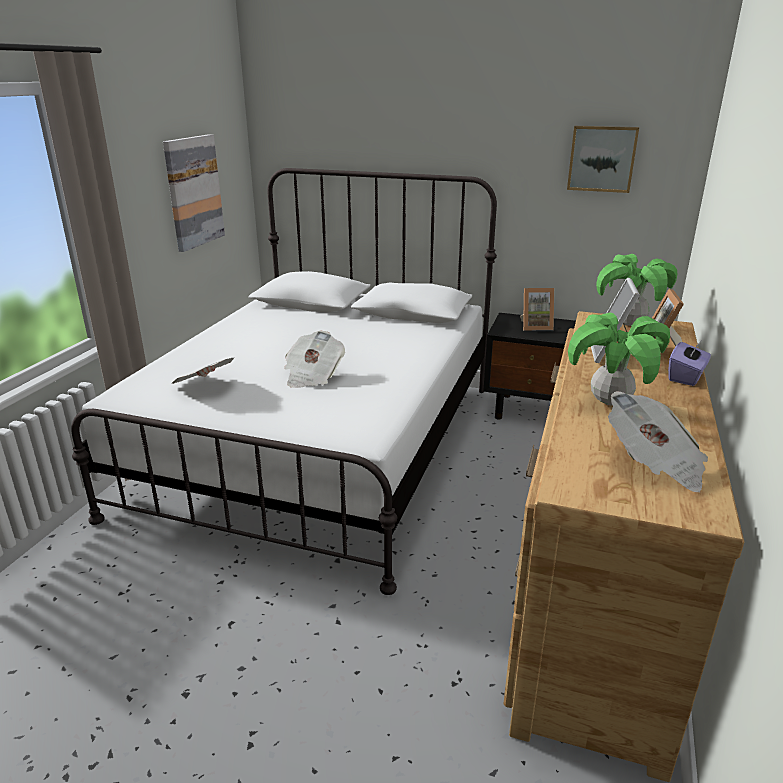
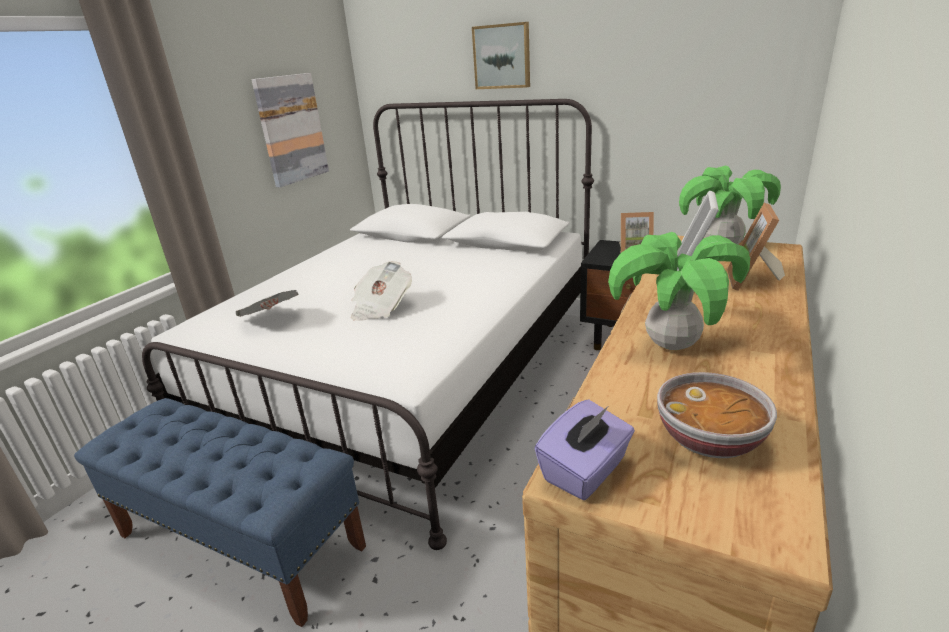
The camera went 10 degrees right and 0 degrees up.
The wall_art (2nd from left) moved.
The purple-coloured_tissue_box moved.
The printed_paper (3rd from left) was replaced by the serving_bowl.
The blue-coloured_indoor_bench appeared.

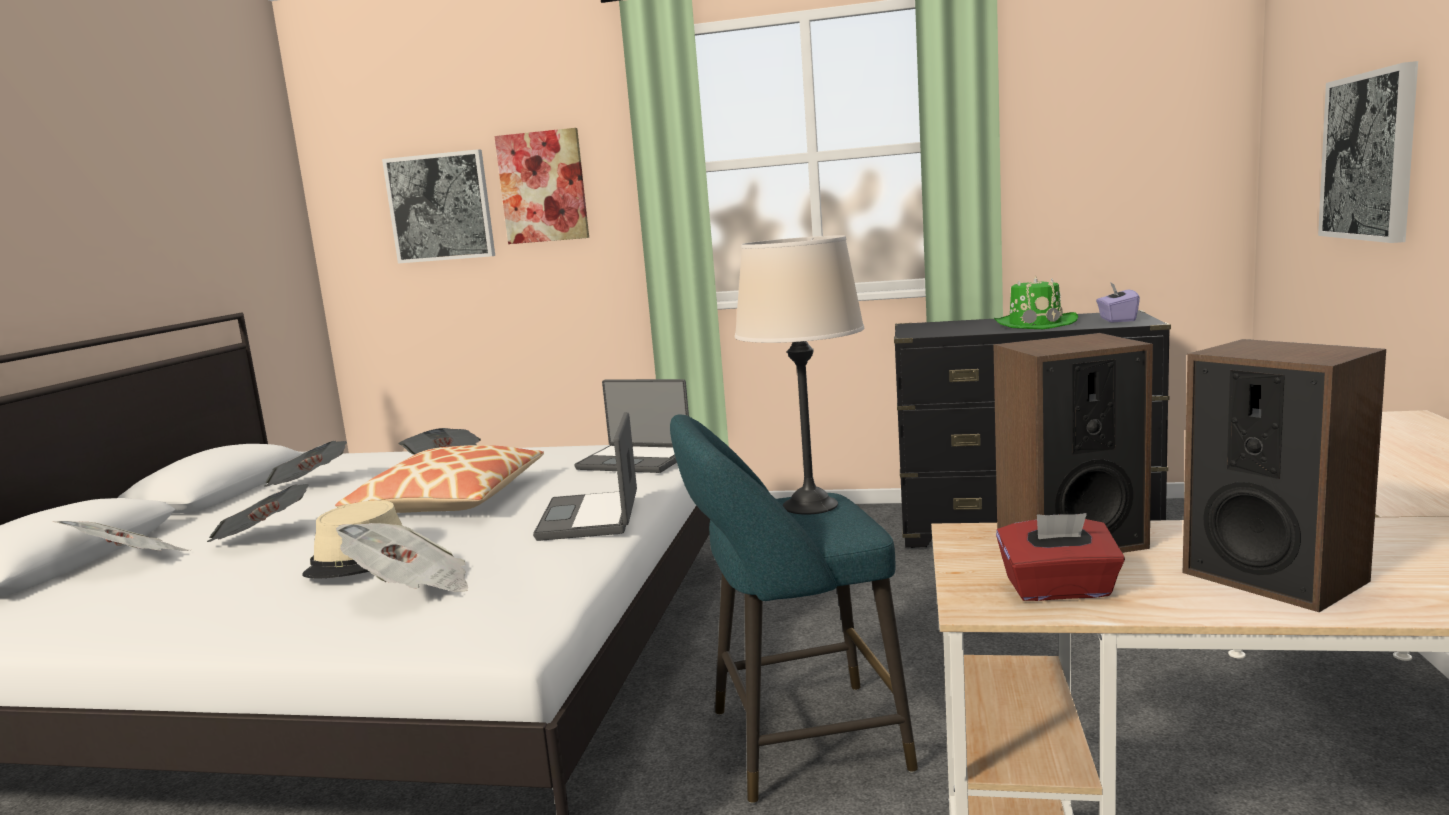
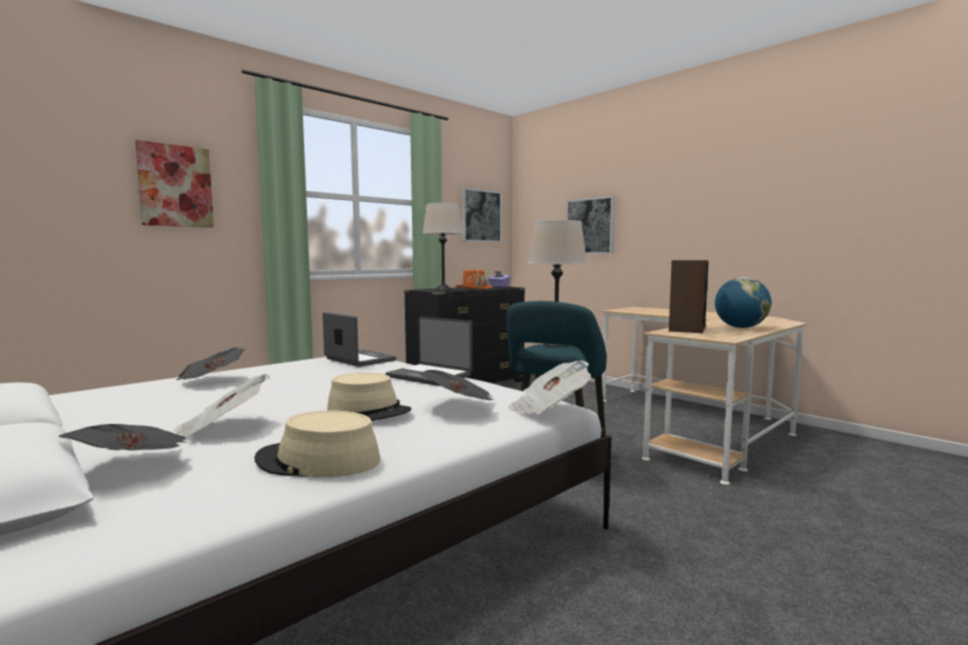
The camera went 55 degrees left and 5 degrees down.
The wall_art (1st from left in the first image) moved.
The green-coloured_wearable_hat became the orange-coloured_wearable_hat.
The speaker (2nd from left) was replaced by the globe.
The notebook_computer (2nd from left in the first image) turned 105 degrees counterclockwise.
The printed_paper (3rd from left in the first image) moved.
The pillow disappeared.
The red_tissue_box disappeared.
The sand-coloured_tabletop_lamp (1st from left) appeared.
The sand-coloured_wearable_hat (1st from left) appeared.

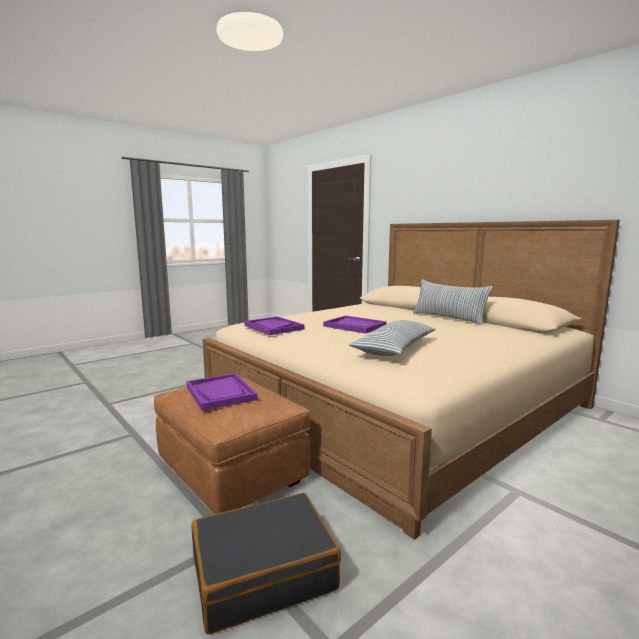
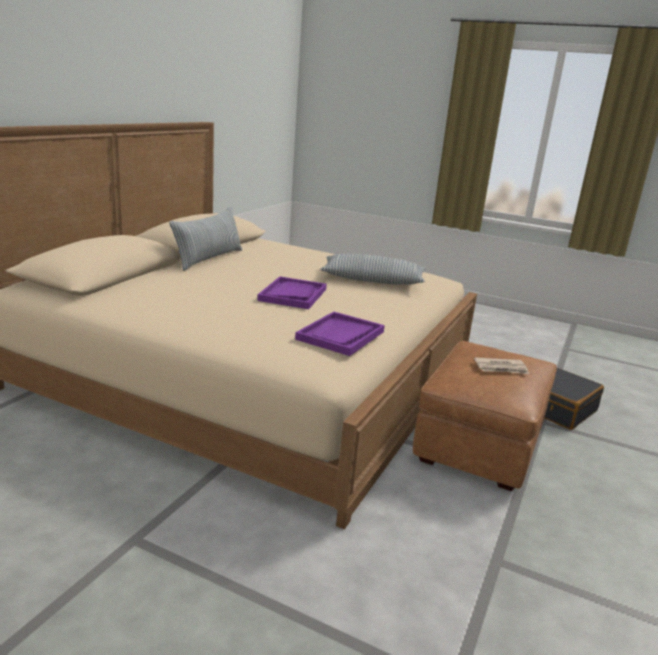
The camera went 115 degrees left and 10 degrees up.
The purple-coloured_carrying_tray (1st from left) was replaced by the printed_paper.

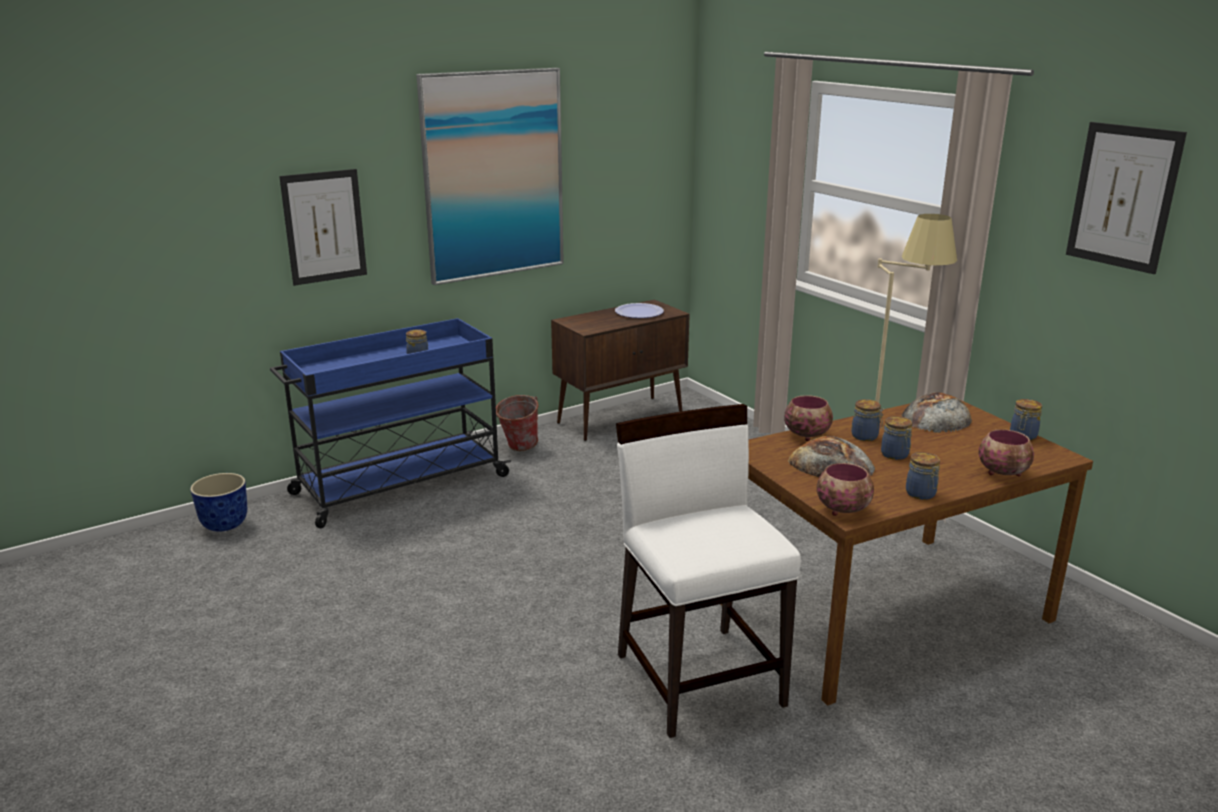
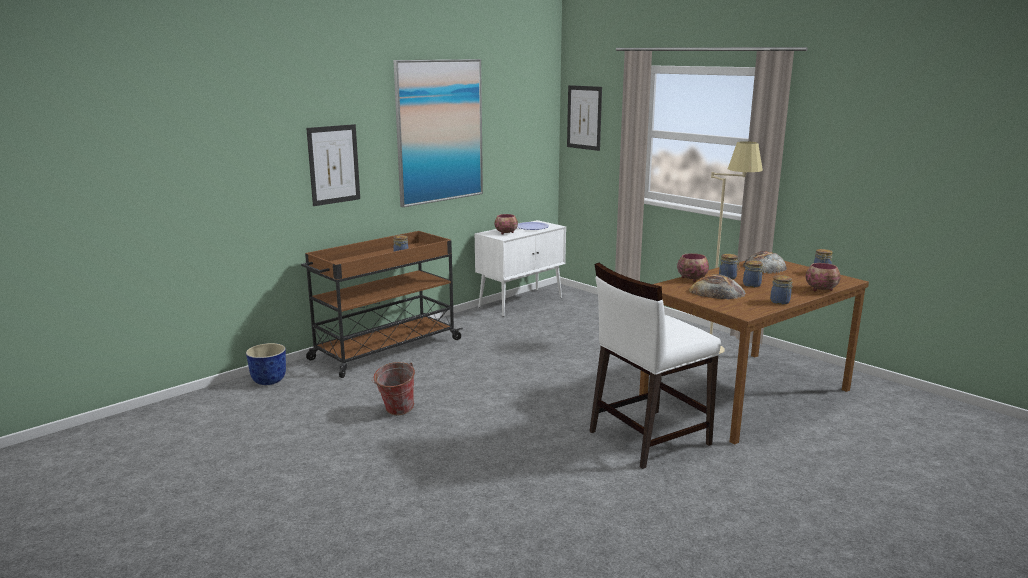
The camera went 10 degrees left and 5 degrees down.
The wall_art (3rd from left) moved.
The brownish_cabinet became the white-coloured_cabinet.
The blue-coloured_wheeled_cart became the brownish_wheeled_cart.
The water_bucket moved.
The white-coloured_upright_chair turned 90 degrees counterclockwise.
The serving_bowl (2nd from left in the first image) moved.

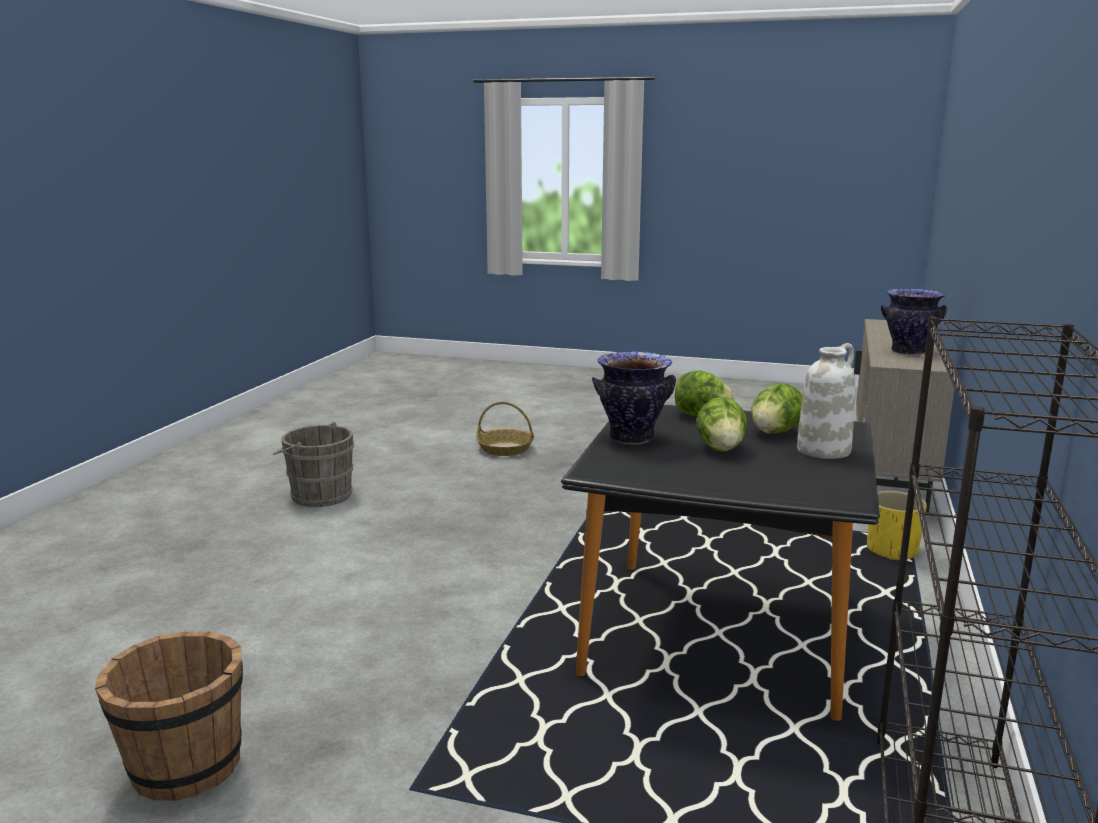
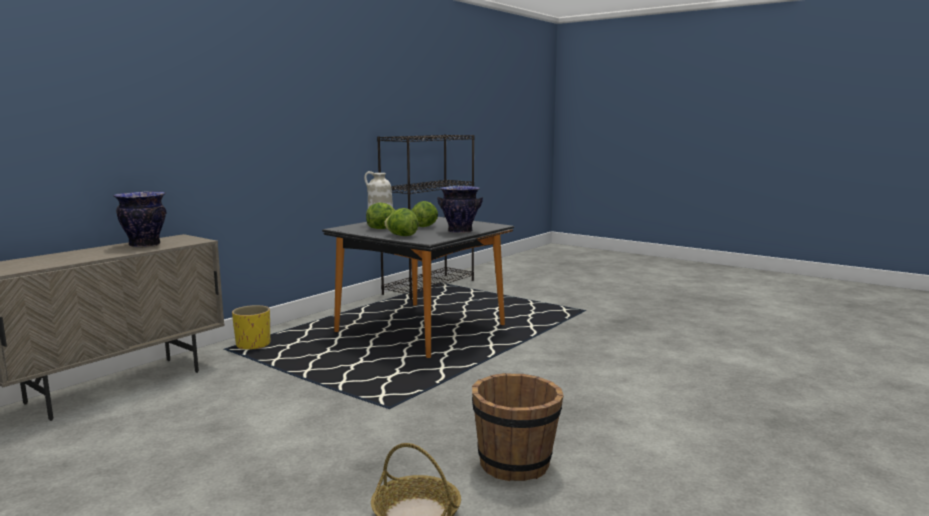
The camera went 160 degrees left and 5 degrees down.
The grey_water_bucket disappeared.
The brownish_water_bucket moved.

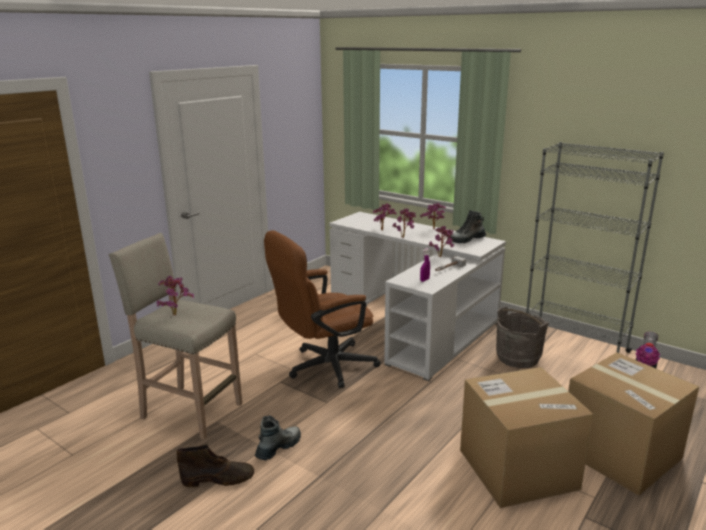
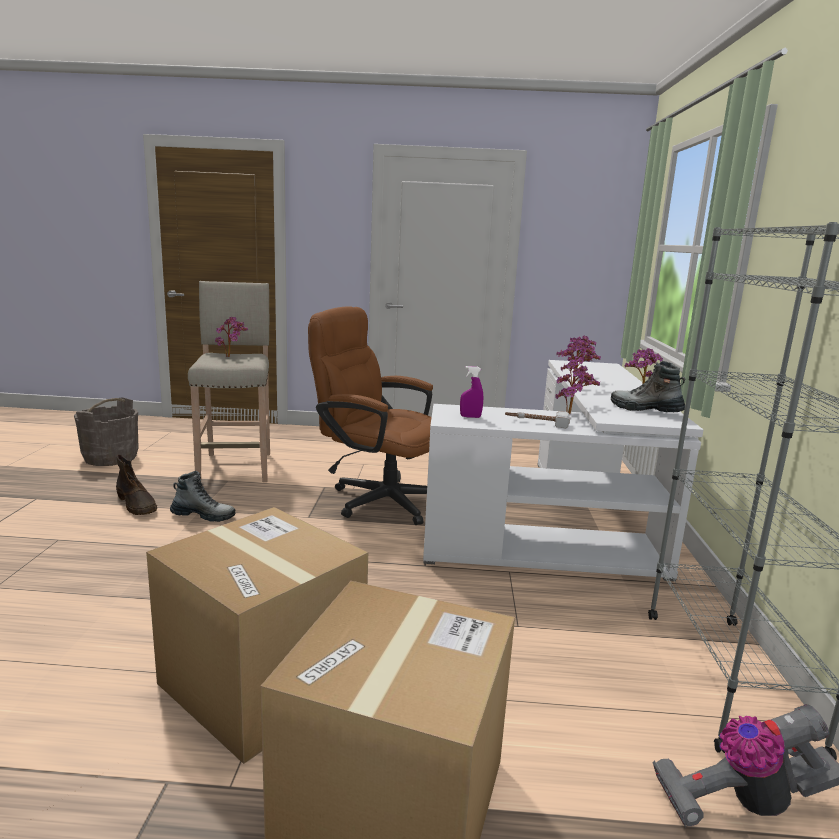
The camera went 55 degrees right and 5 degrees down.
The grey_water_bucket moved.

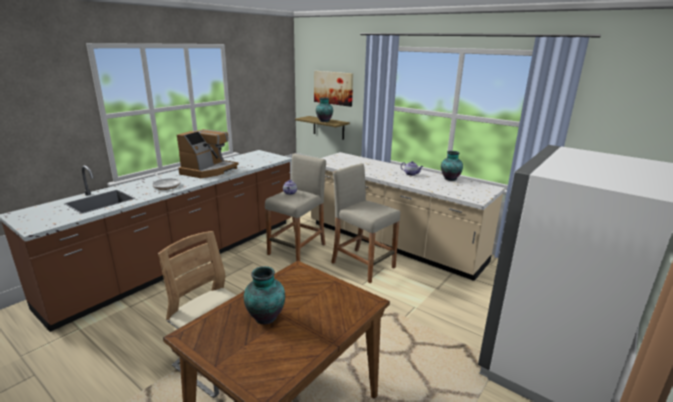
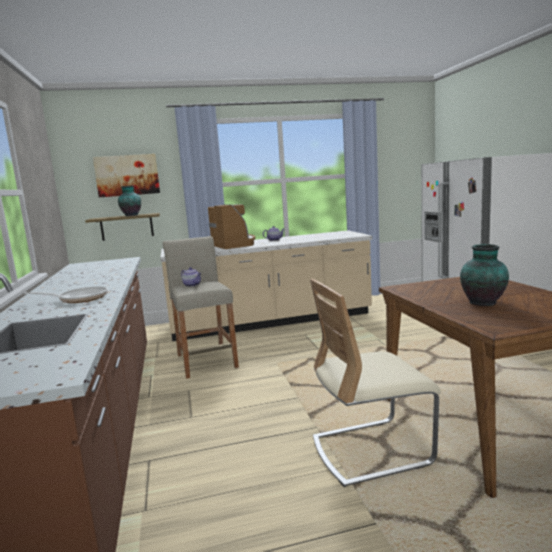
The camera went 50 degrees left and 10 degrees down.
The coffee_machine moved.
The decorative_vase (3rd from left) disappeared.
The sand-coloured_stool_seat (2nd from left) disappeared.

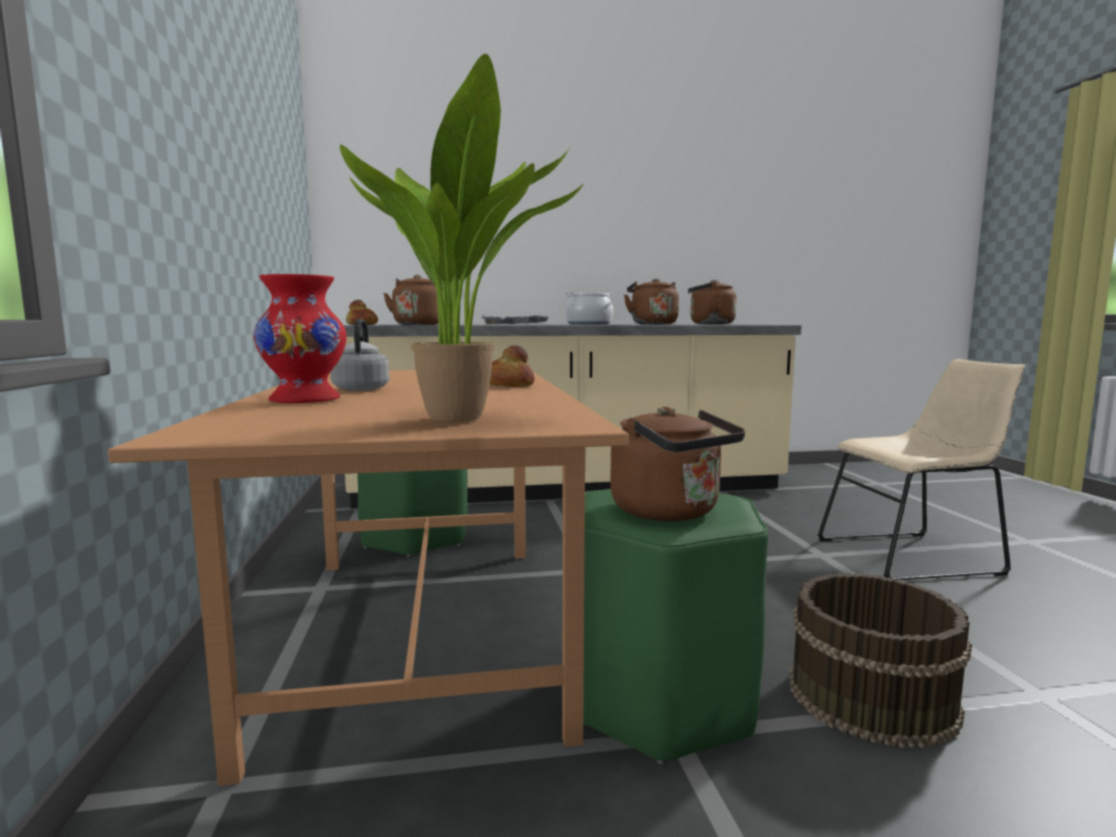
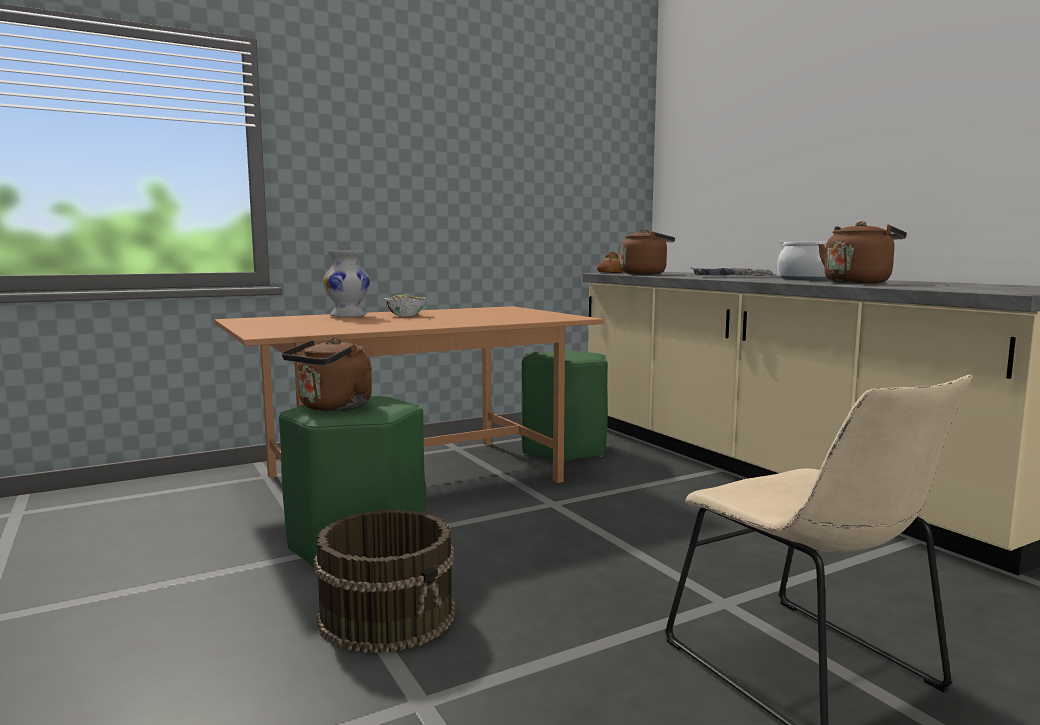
The camera went 70 degrees right and 0 degrees up.
The houseplant disappeared.
The red_decorative_vase became the white-coloured_decorative_vase.
The brownish_water_kettle (4th from left) disappeared.
The grey_water_kettle was replaced by the serving_bowl.
The bakery_bread (2nd from left) disappeared.

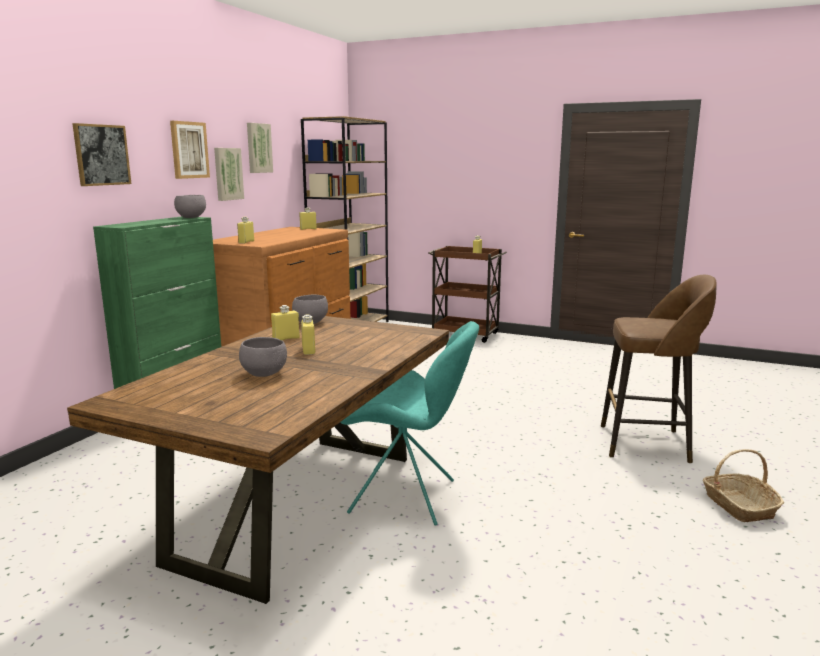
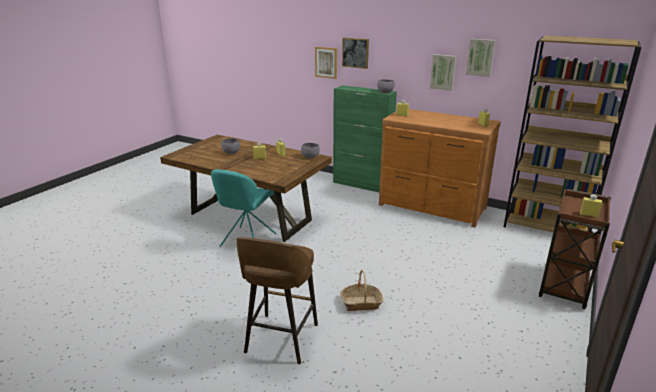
The camera went 95 degrees right and 10 degrees up.
The wall_art (2nd from left in the first image) moved.
The household_basket moved.

